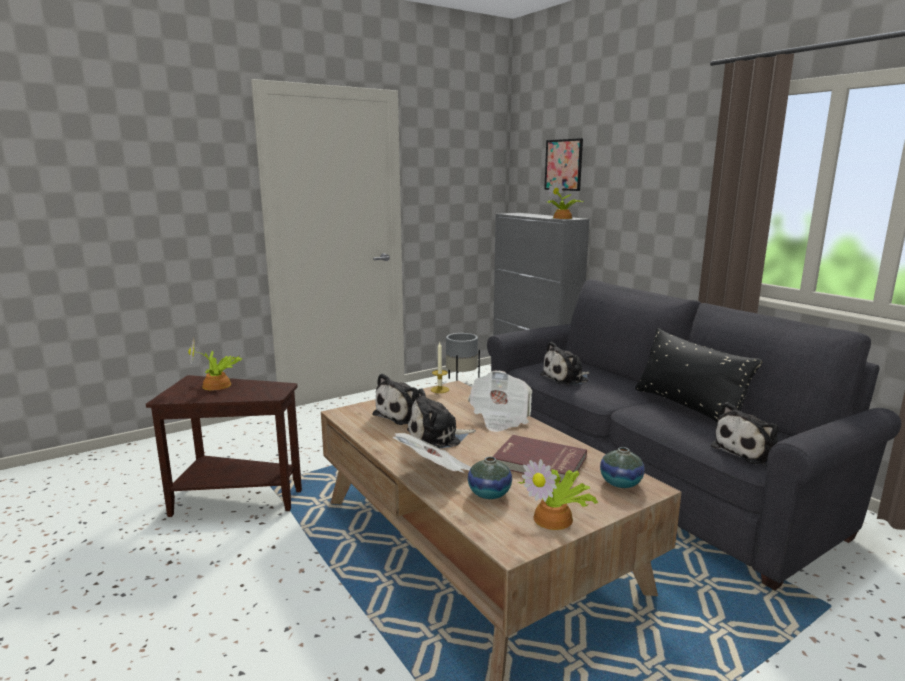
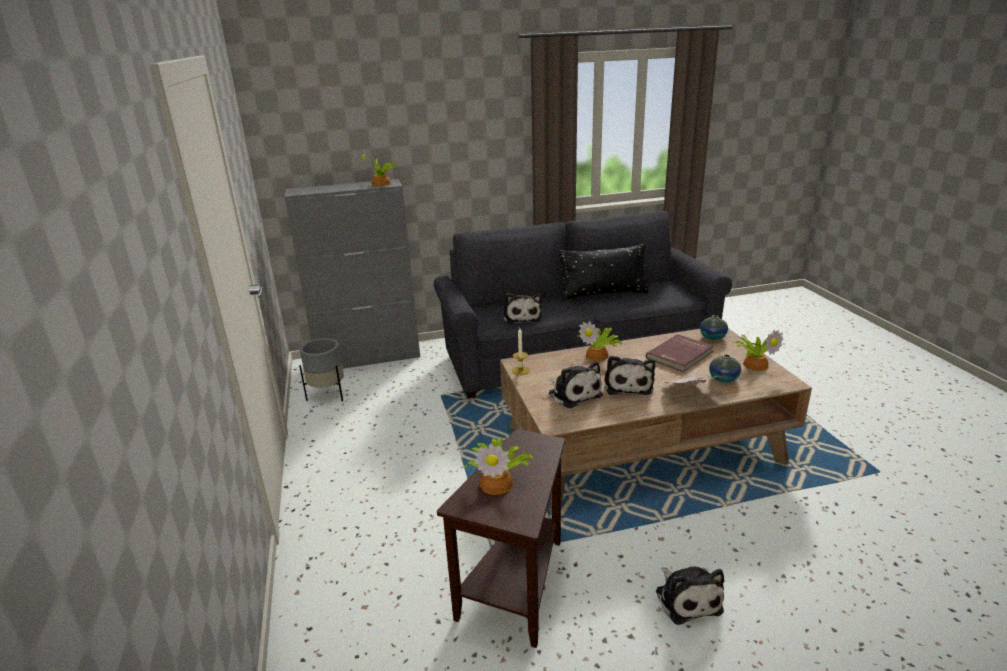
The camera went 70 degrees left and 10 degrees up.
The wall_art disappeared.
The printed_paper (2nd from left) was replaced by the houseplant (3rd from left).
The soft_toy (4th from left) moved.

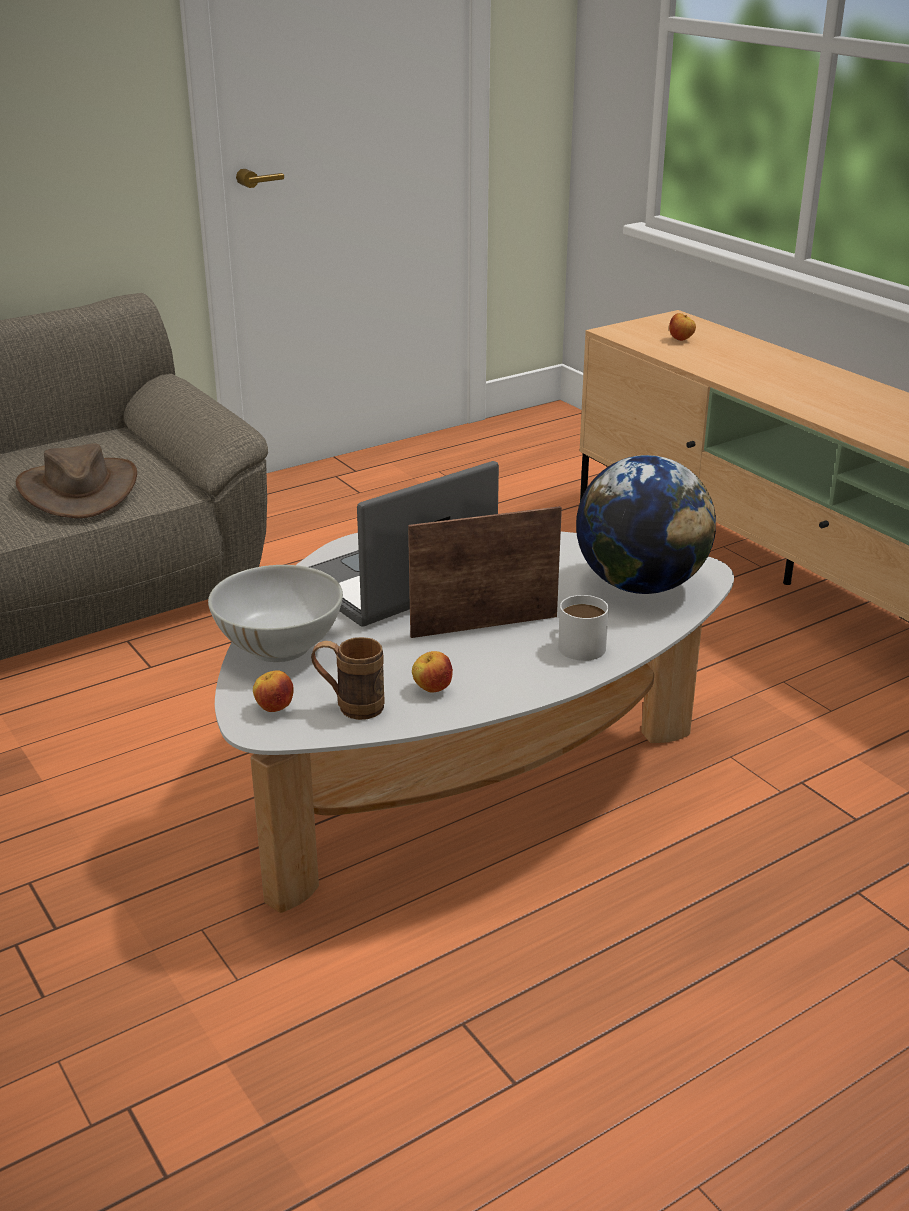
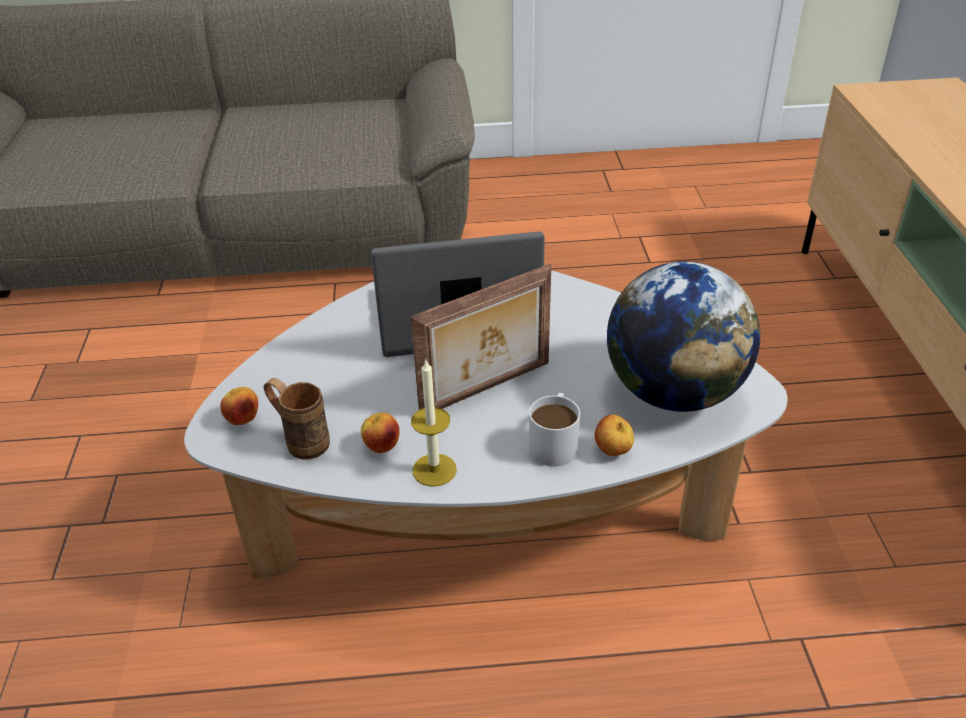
The camera went 30 degrees right and 10 degrees up.
The apple_fruit (3rd from left) moved.
The brownish_wearable_hat disappeared.
The picture_frame turned 135 degrees clockwise.
The white-coloured_serving_bowl disappeared.
The candle appeared.

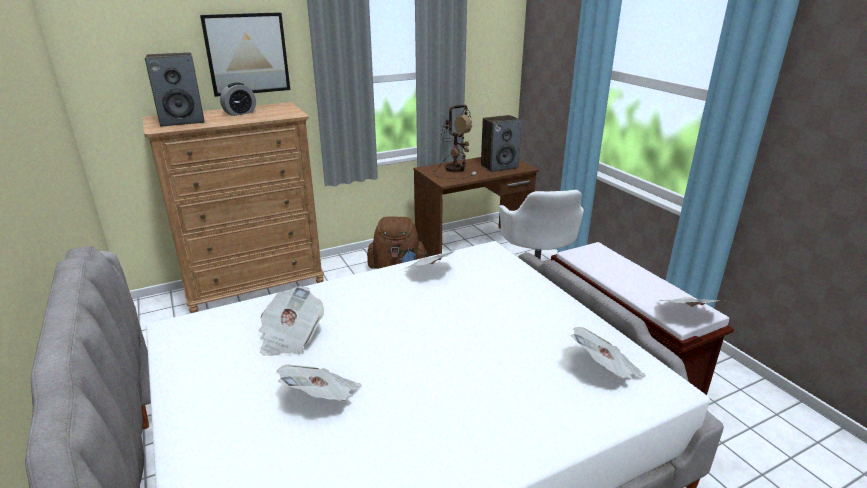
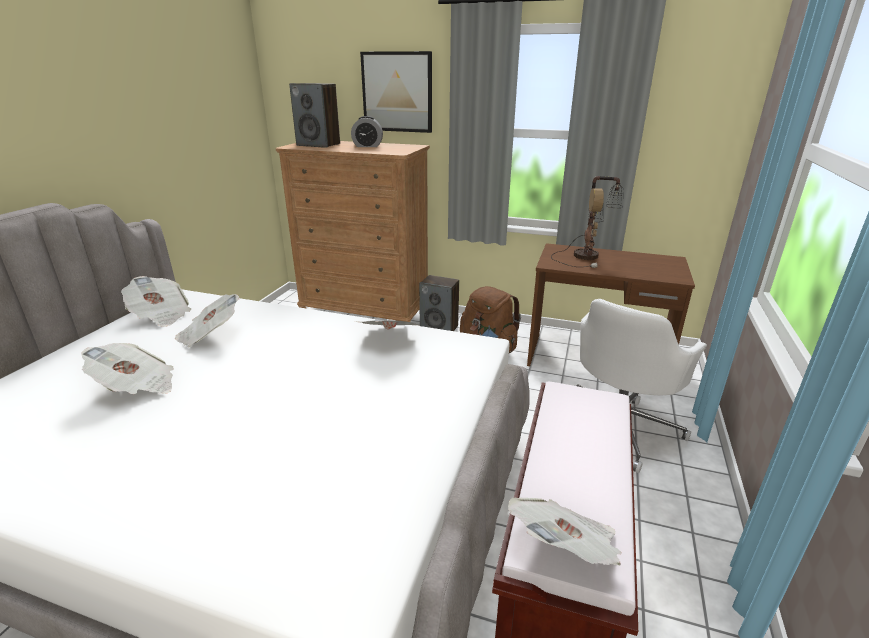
The camera went 45 degrees right and 0 degrees up.
The speaker (2nd from left) moved.
The printed_paper (4th from left in the first image) moved.

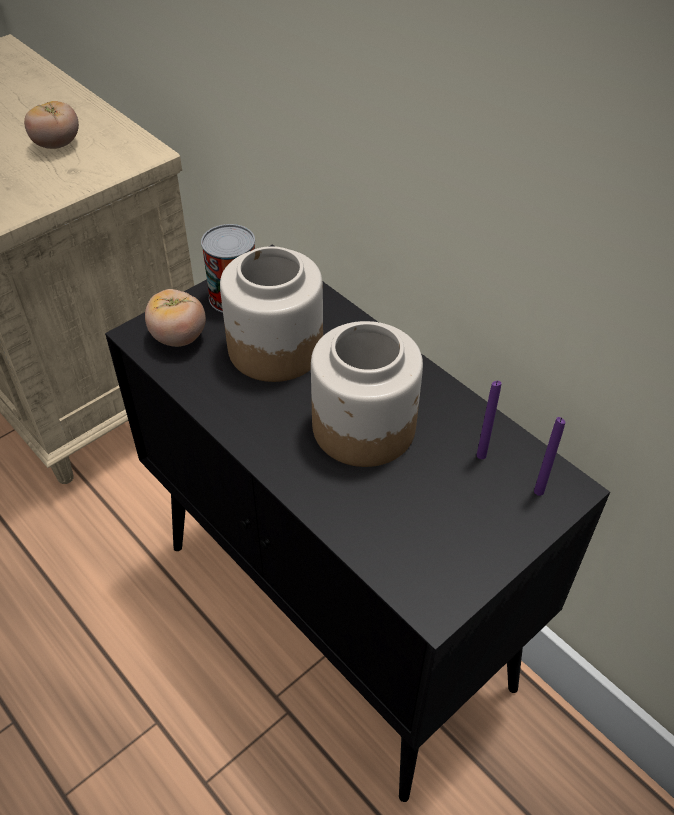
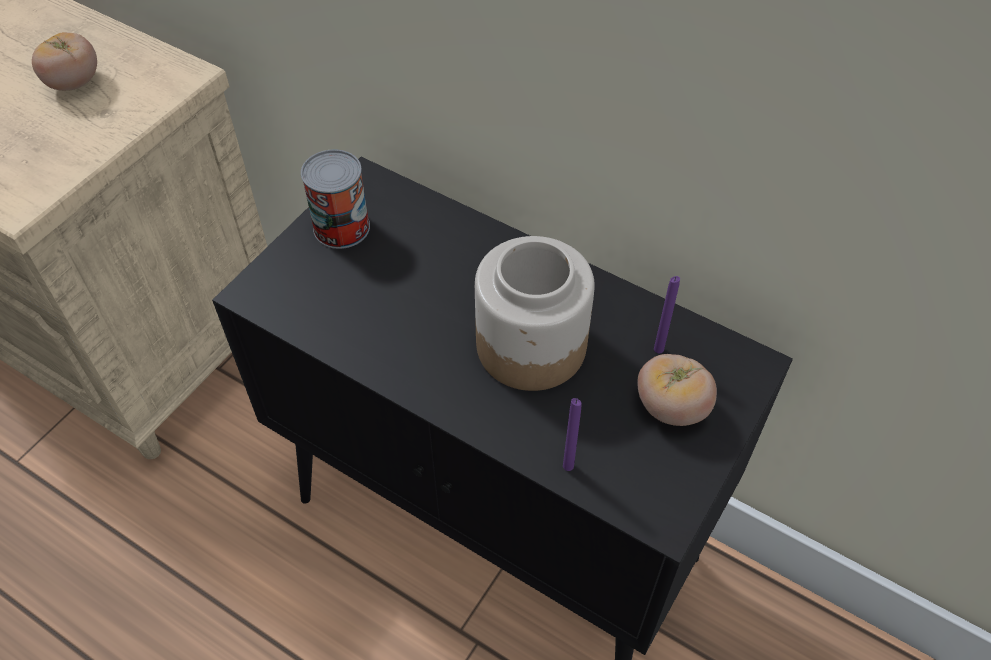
The camera went 15 degrees left and 5 degrees up.
The preserve_jar (1st from left) disappeared.
The fresh_tomato (2nd from left) moved.
The purple-coloured_candle (2nd from left in the first image) moved.

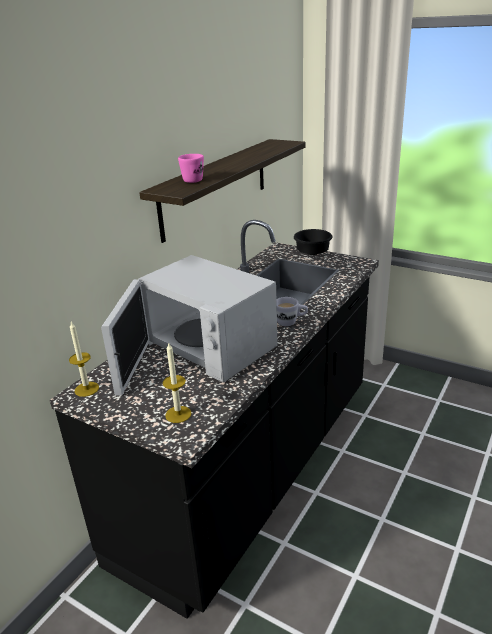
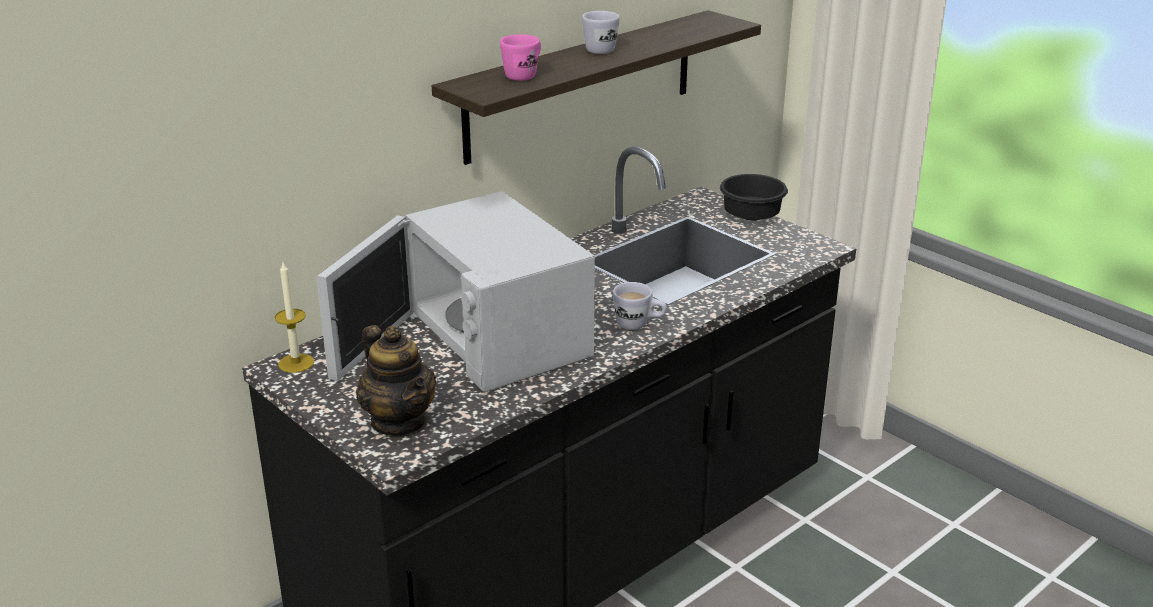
The camera went 15 degrees right and 0 degrees up.
The candle (2nd from left) was replaced by the pot_for_tea.
The white-coloured_coffee_mug (1st from left) appeared.

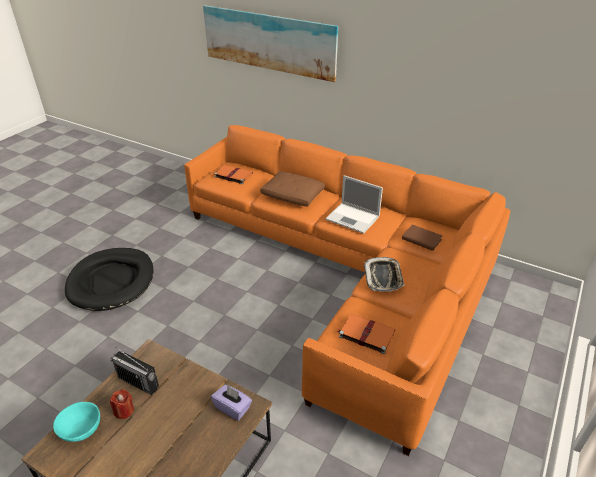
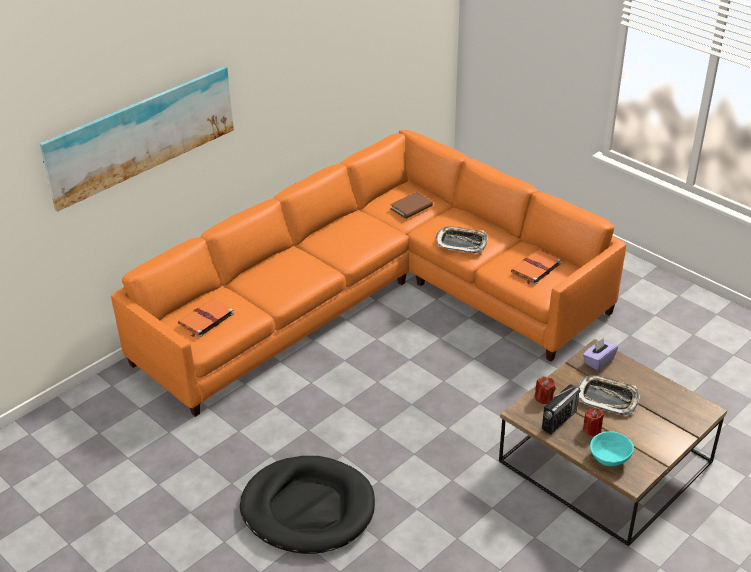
The camera went 75 degrees left and 0 degrees up.
The brownish_pillow disappeared.
The notebook_computer disappeared.
The carrying_tray (2nd from left) appeared.
The red_candle (1st from left) appeared.

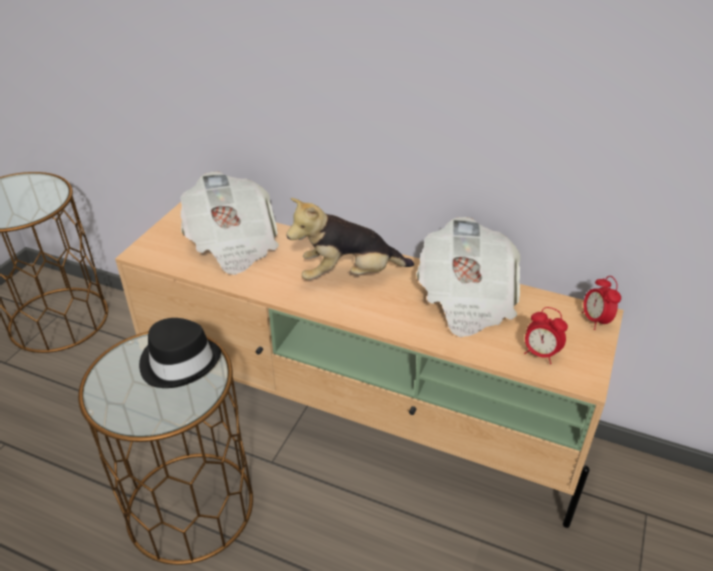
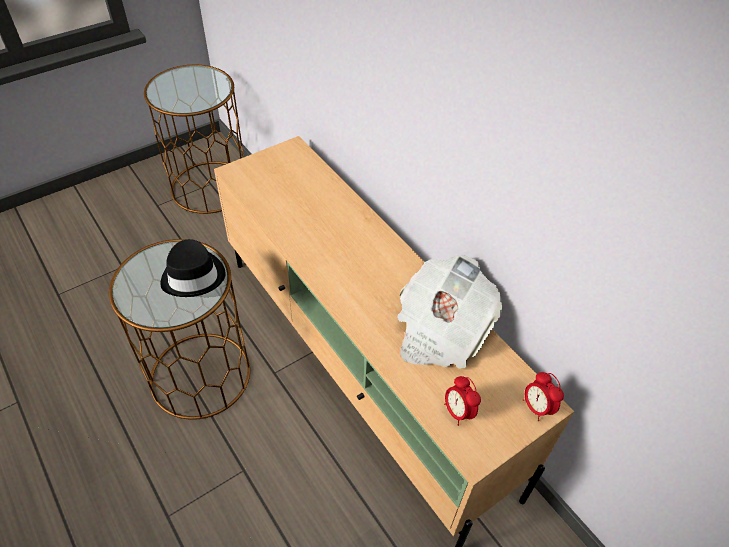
The camera went 30 degrees right and 10 degrees up.
The printed_paper (1st from left) disappeared.
The soft_toy disappeared.
The alarm_clock (2nd from left) turned 45 degrees counterclockwise.

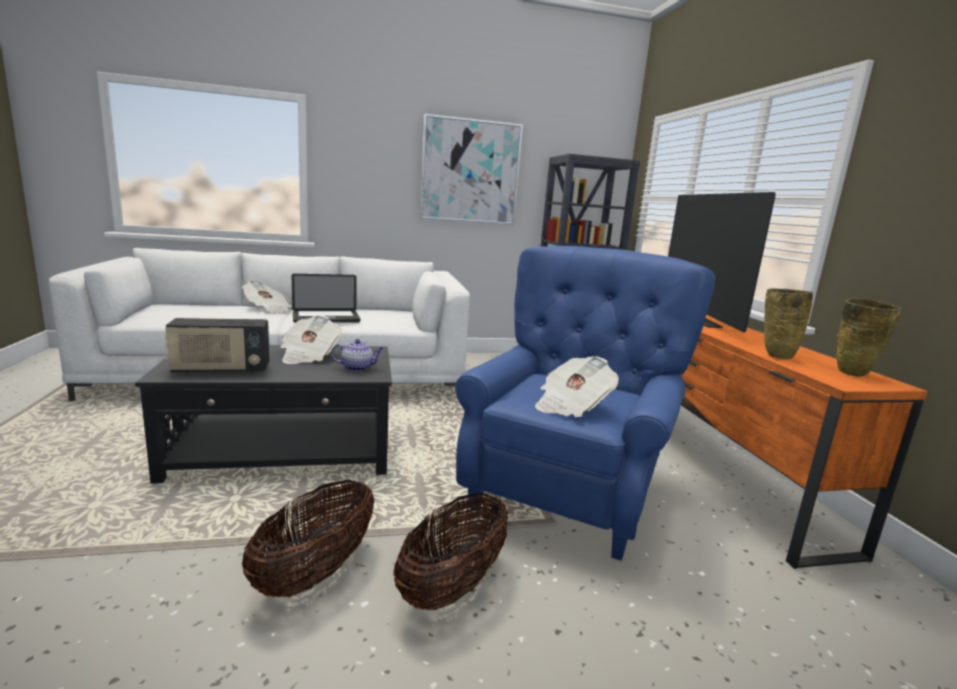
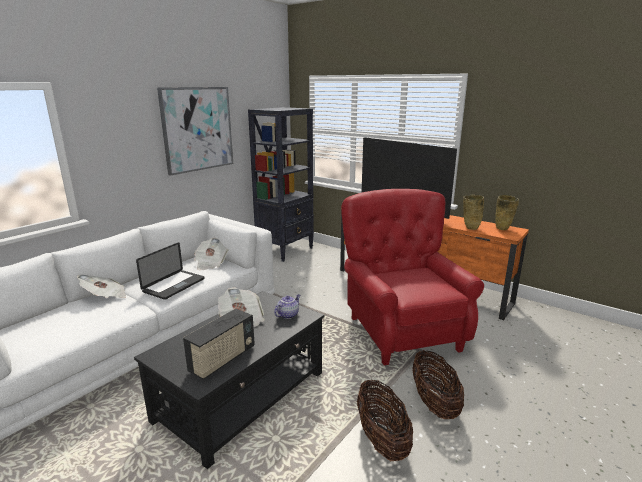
The camera went 40 degrees left and 5 degrees up.
The blue-coloured_armchair became the red_armchair.
The printed_paper (3rd from left in the first image) moved.

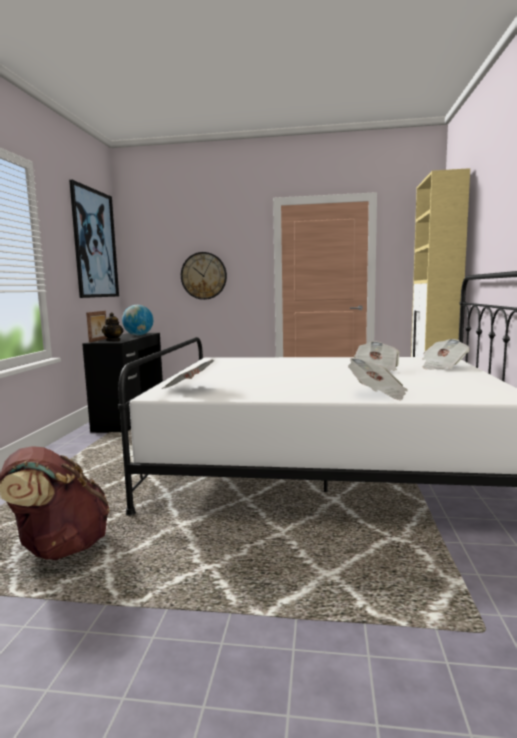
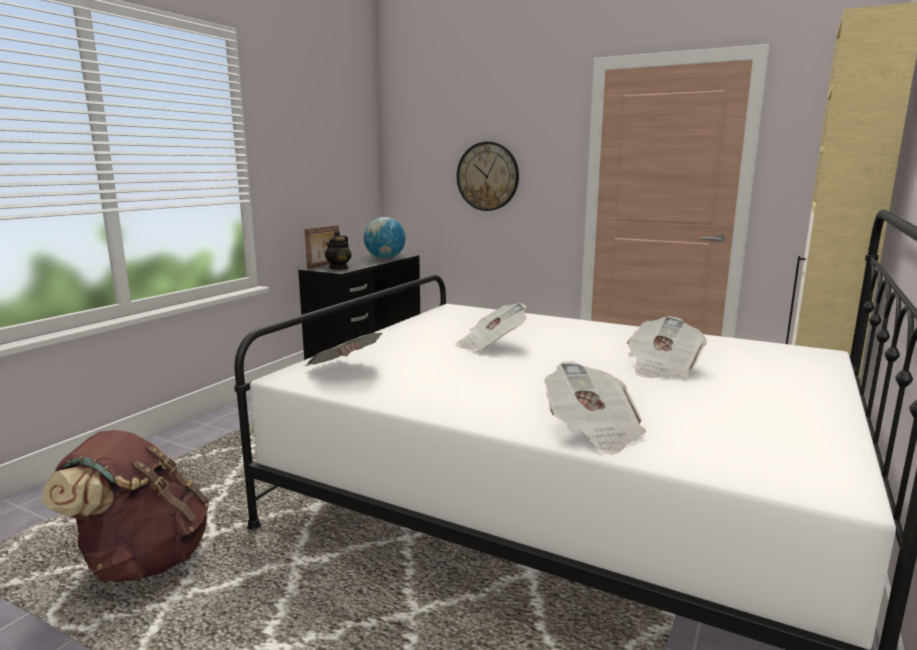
The camera went 20 degrees right and 5 degrees up.
The wall_art disappeared.
The printed_paper (4th from left in the first image) moved.

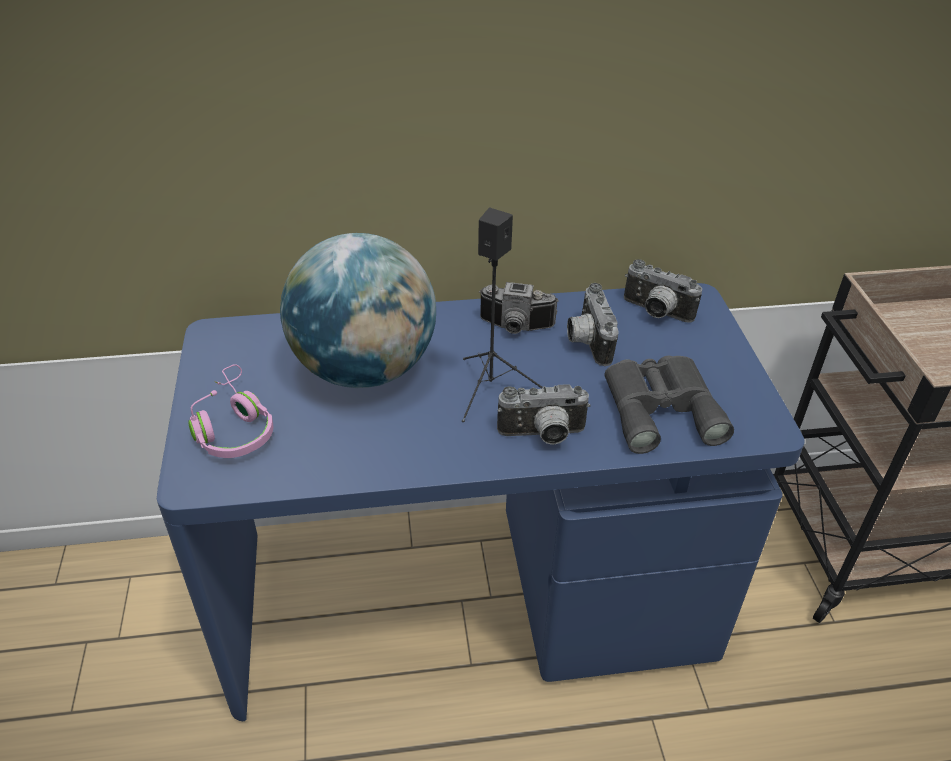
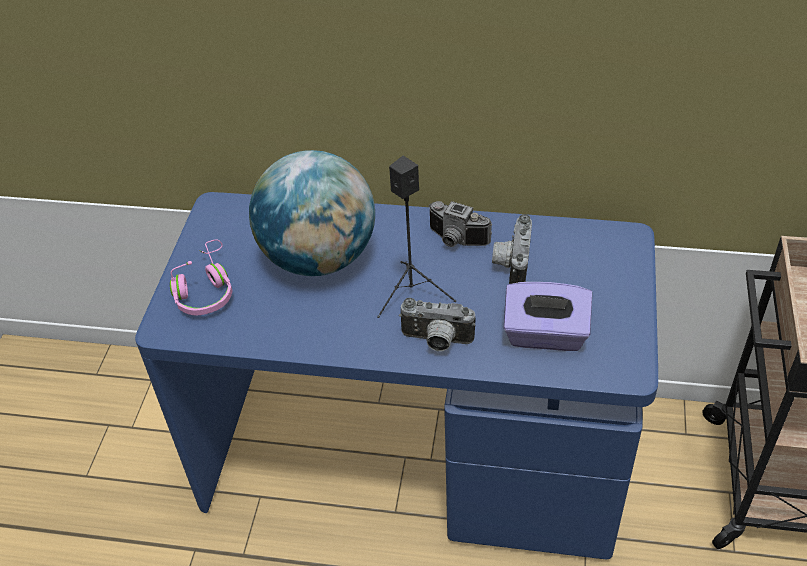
The camera went 20 degrees right and 5 degrees up.
The photo_camera (4th from left) disappeared.
The grey_field_glasses was replaced by the purple-coloured_tissue_box.

